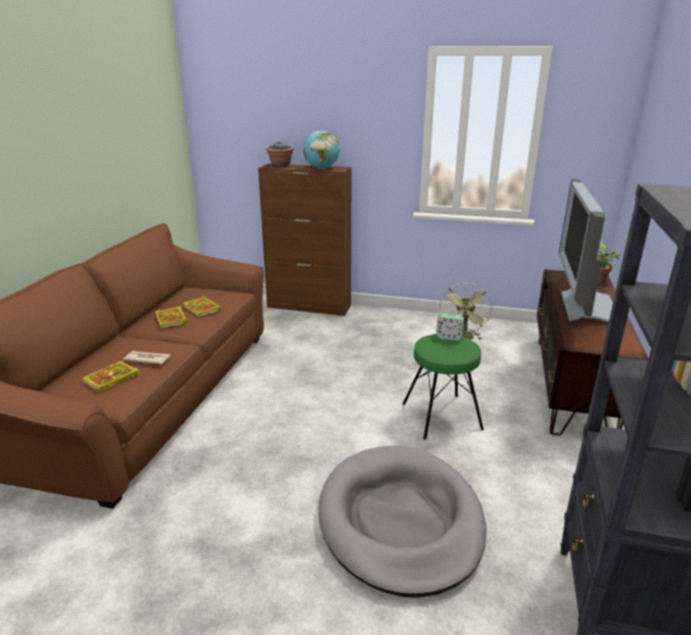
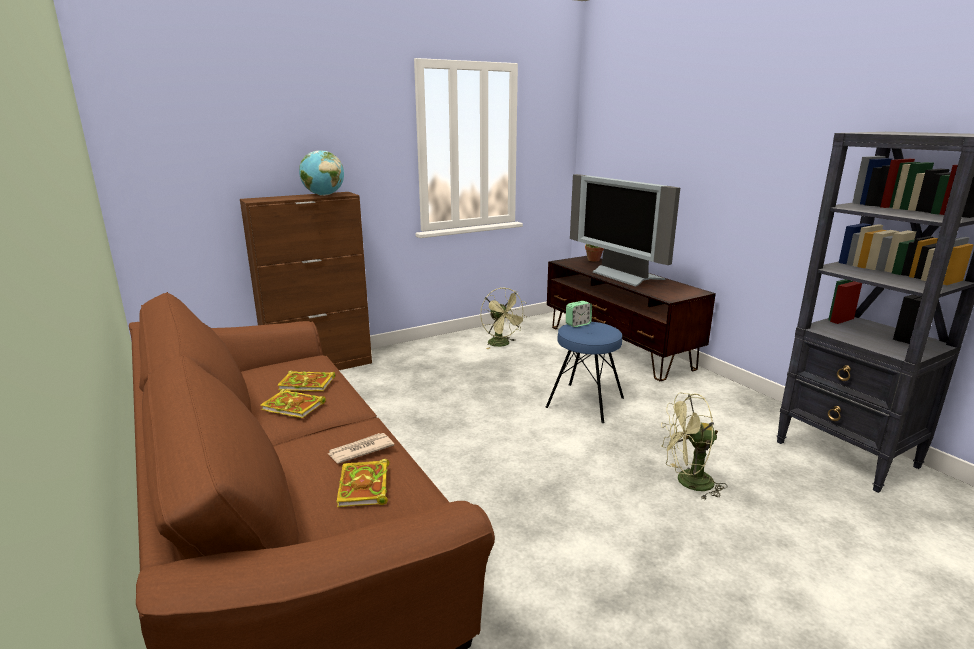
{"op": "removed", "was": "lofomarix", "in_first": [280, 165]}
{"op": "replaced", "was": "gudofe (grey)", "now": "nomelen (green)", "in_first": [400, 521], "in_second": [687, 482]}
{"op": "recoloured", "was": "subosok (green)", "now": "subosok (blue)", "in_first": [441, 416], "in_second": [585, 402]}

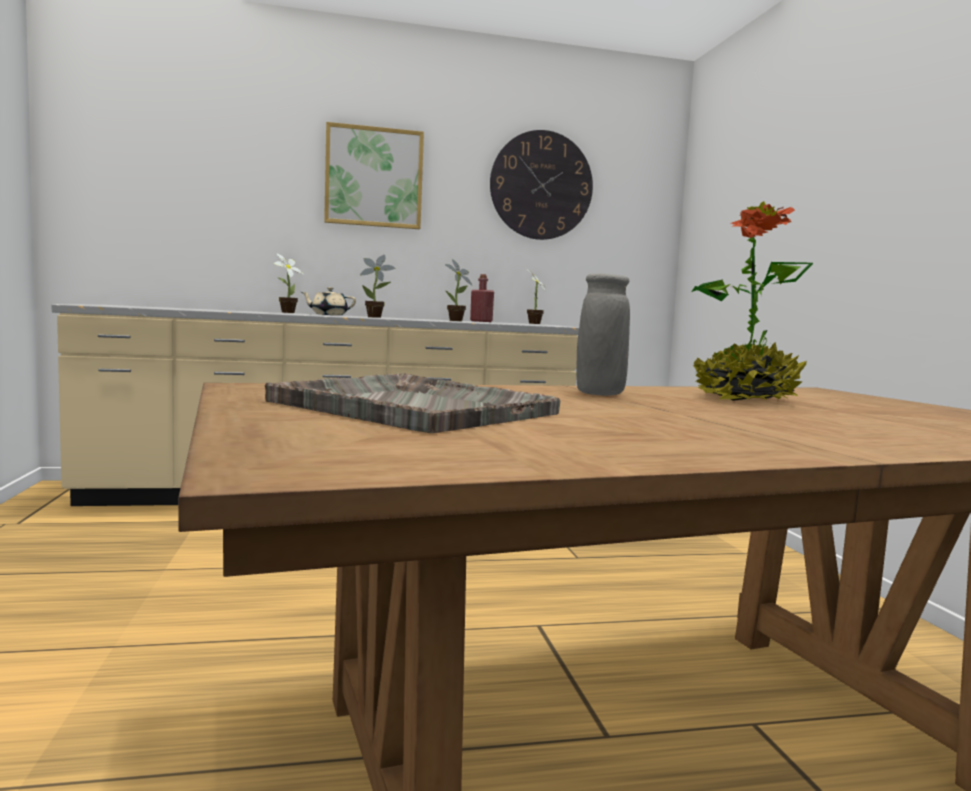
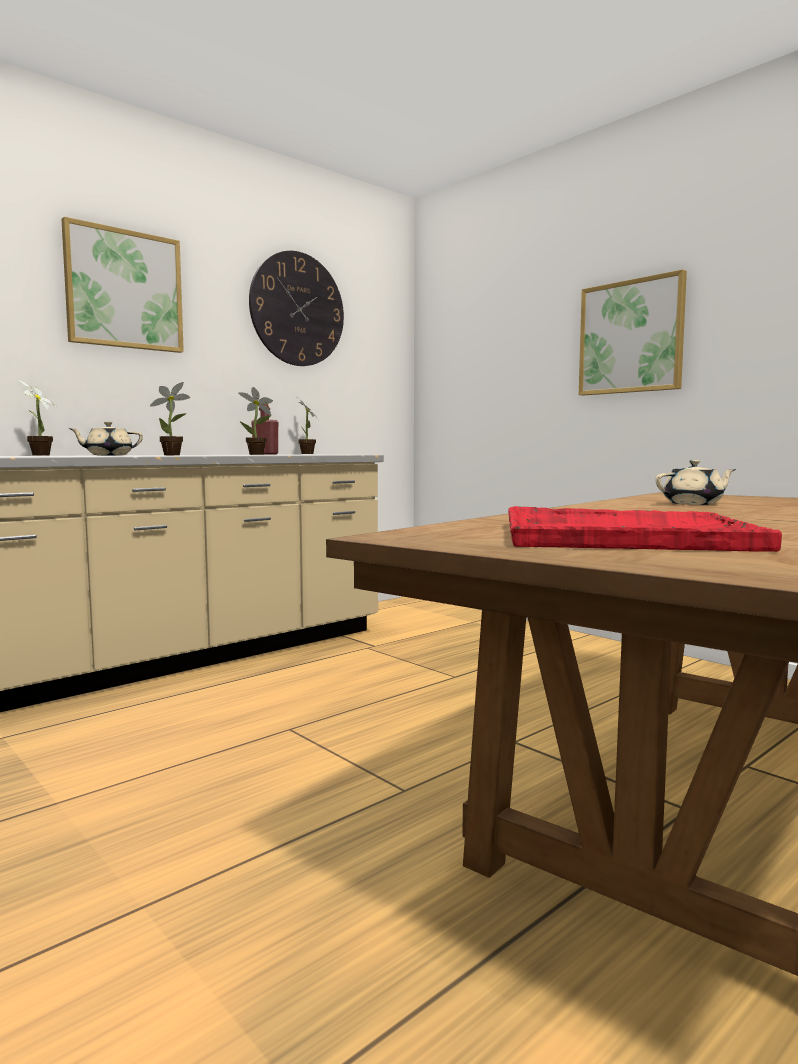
{"op": "recoloured", "was": "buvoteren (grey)", "now": "buvoteren (red)", "in_first": [410, 407], "in_second": [621, 536]}
{"op": "removed", "was": "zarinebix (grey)", "in_first": [600, 394]}
{"op": "replaced", "was": "lofomarix", "now": "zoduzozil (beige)", "in_first": [744, 398], "in_second": [694, 504]}
{"op": "added", "now": "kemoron", "in_second": [631, 337]}

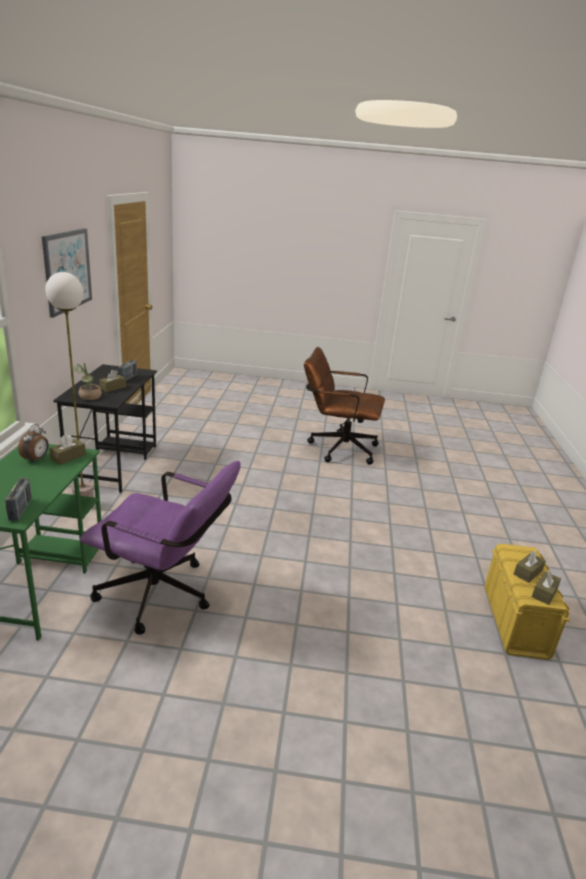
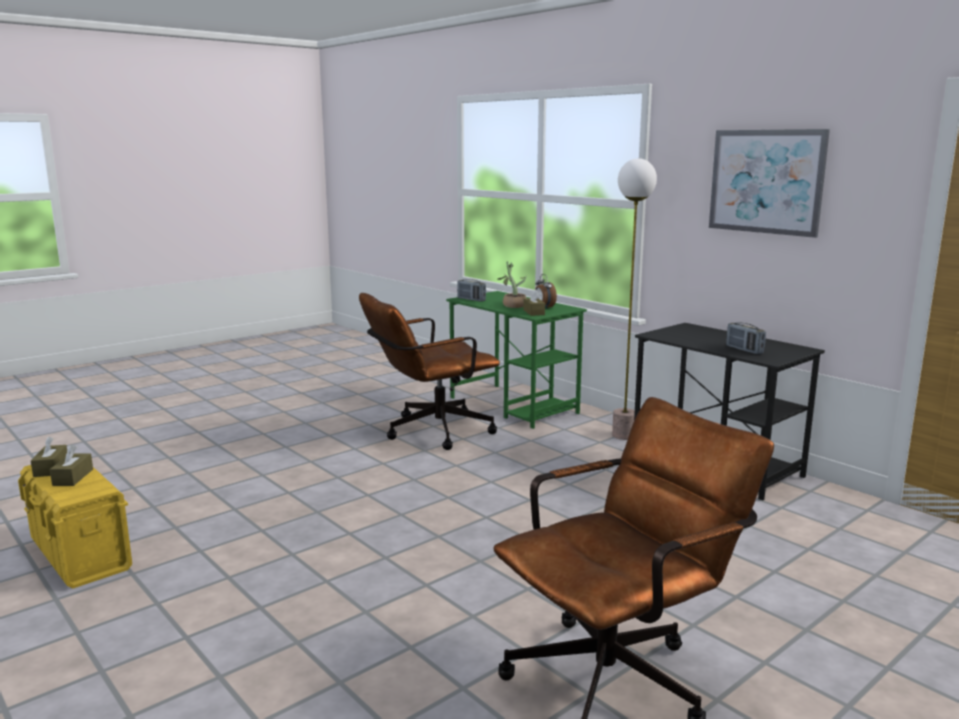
{"op": "moved", "was": "lofomarix", "in_first": [89, 397], "in_second": [512, 305]}
{"op": "recoloured", "was": "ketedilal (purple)", "now": "ketedilal (brown)", "in_first": [164, 596], "in_second": [430, 432]}
{"op": "removed", "was": "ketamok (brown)", "in_first": [113, 388]}

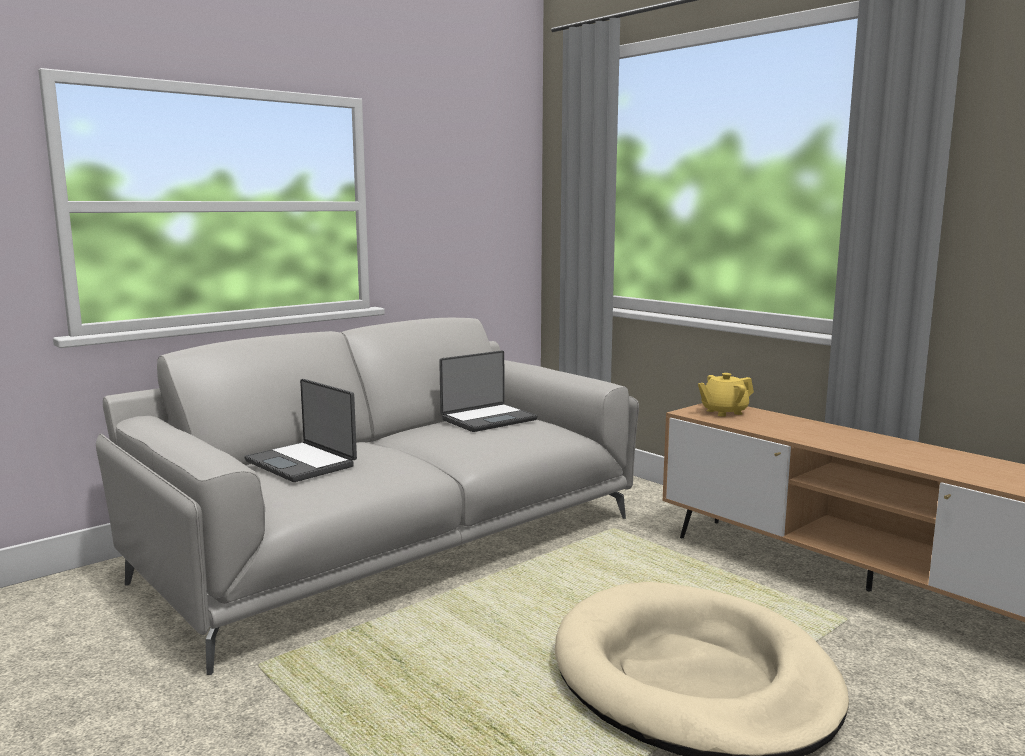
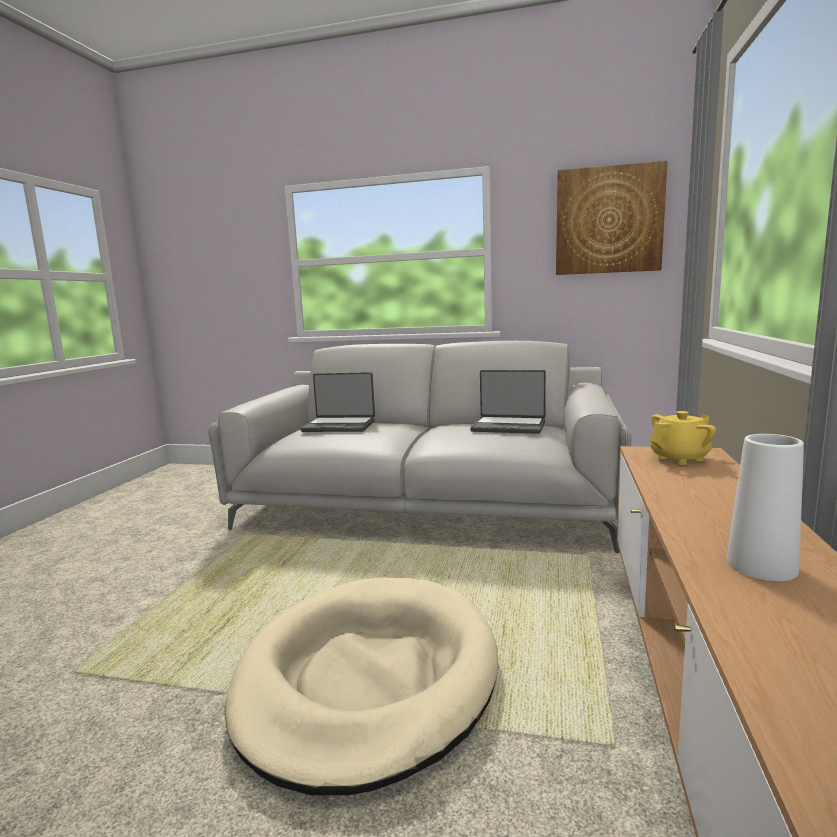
{"op": "turned", "was": "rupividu", "in_first": [302, 463], "in_second": [339, 426], "clockwise": -90}
{"op": "turned", "was": "zoduzozil (yellow)", "in_first": [723, 412], "in_second": [680, 458], "clockwise": 120}
{"op": "added", "now": "kemoron", "in_second": [608, 220]}
{"op": "added", "now": "zarinebix (white)", "in_second": [761, 566]}

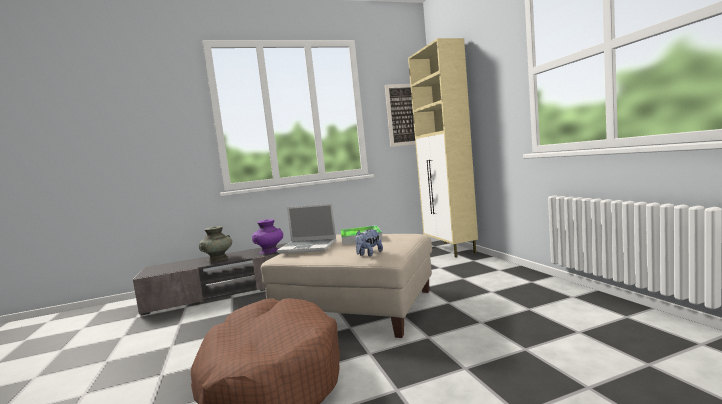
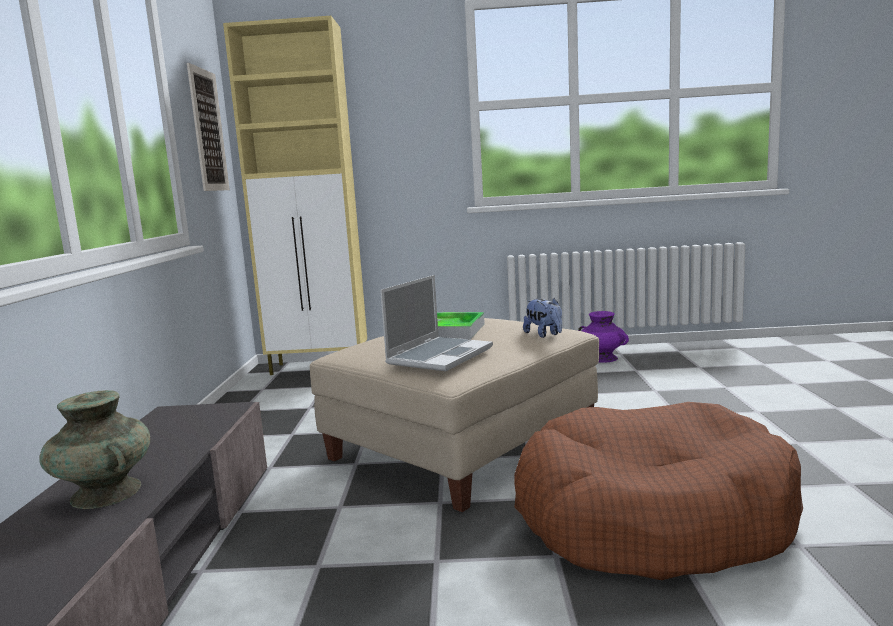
{"op": "moved", "was": "zarinebix (purple)", "in_first": [269, 251], "in_second": [602, 358]}

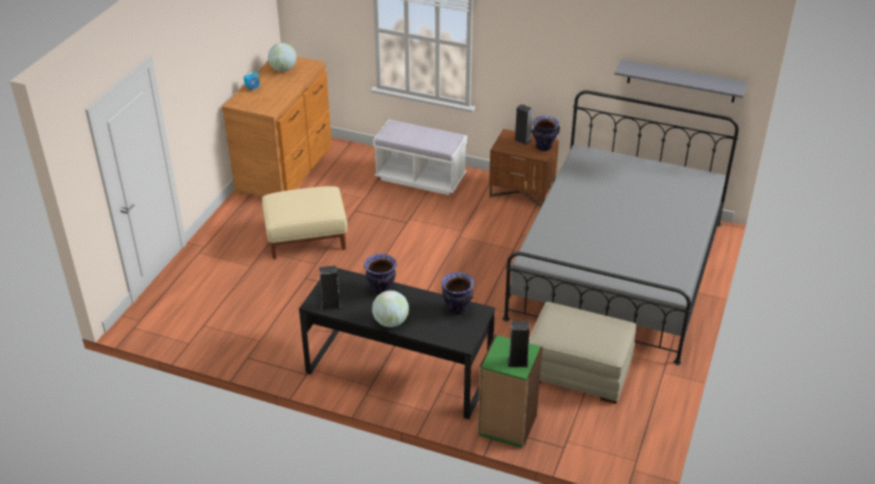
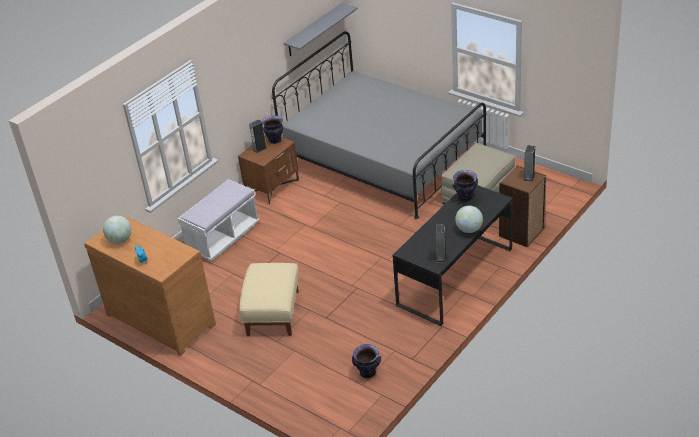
{"op": "moved", "was": "zarinebix", "in_first": [381, 290], "in_second": [367, 373]}
{"op": "recoloured", "was": "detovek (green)", "now": "detovek (brown)", "in_first": [507, 425], "in_second": [522, 233]}

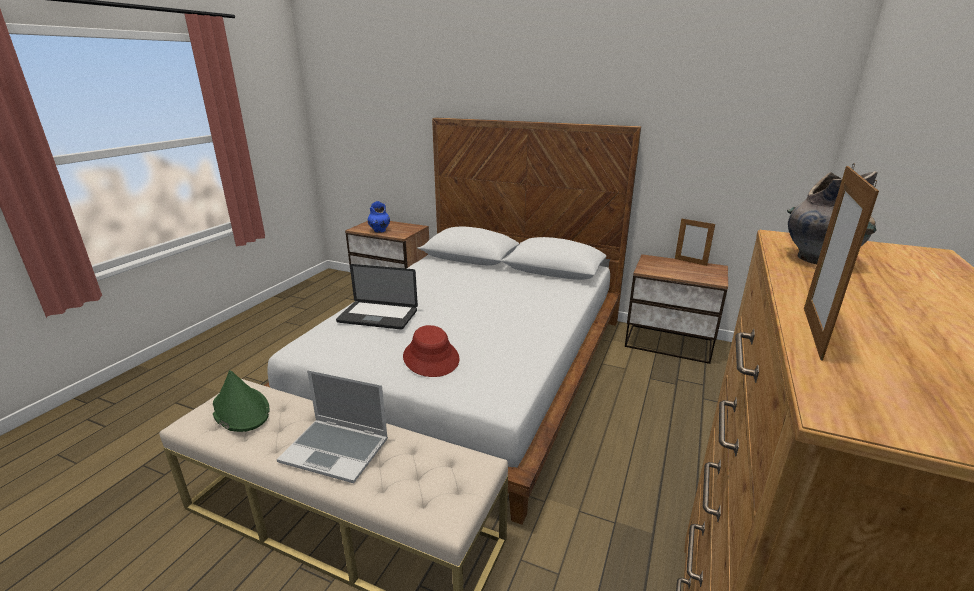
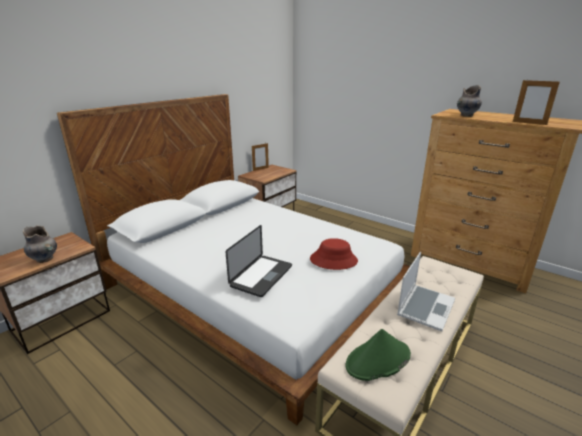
{"op": "recoloured", "was": "zarinebix (blue)", "now": "zarinebix (grey)", "in_first": [379, 231], "in_second": [45, 259]}

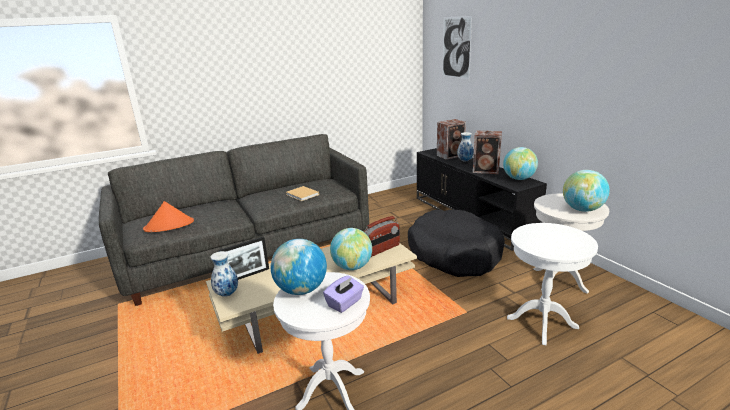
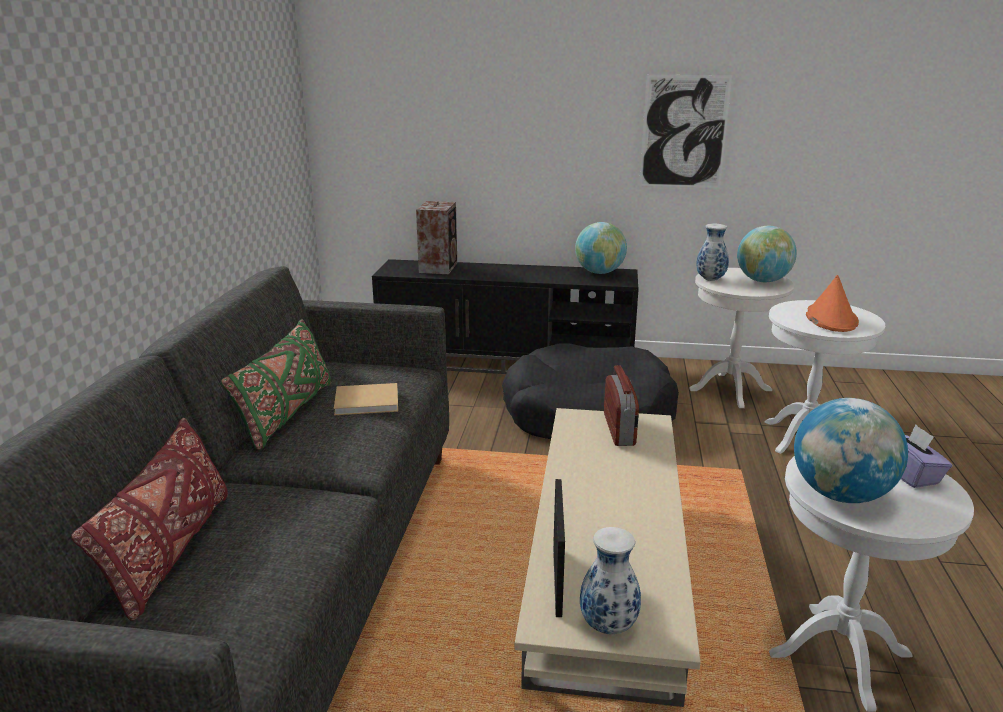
{"op": "moved", "was": "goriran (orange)", "in_first": [169, 225], "in_second": [830, 319]}
{"op": "removed", "was": "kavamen", "in_first": [352, 267]}
{"op": "moved", "was": "kemoron", "in_first": [456, 47], "in_second": [684, 132]}
{"op": "moved", "was": "zarinebix", "in_first": [465, 160], "in_second": [710, 279]}
{"op": "removed", "was": "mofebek", "in_first": [487, 170]}
{"op": "added", "now": "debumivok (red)", "in_second": [170, 552]}
{"op": "added", "now": "debumivok (green)", "in_second": [286, 414]}

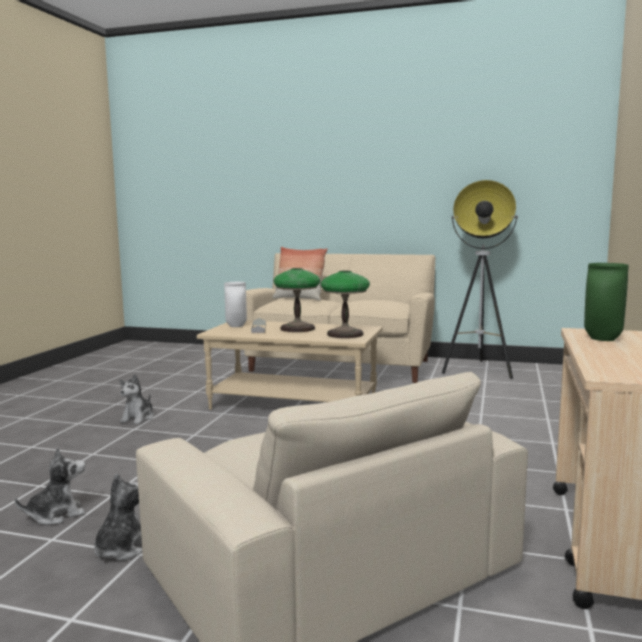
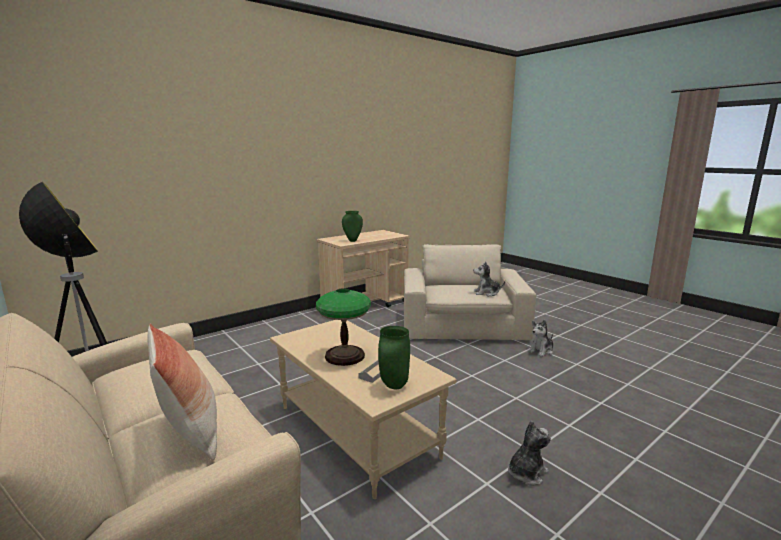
{"op": "moved", "was": "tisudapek", "in_first": [56, 515], "in_second": [487, 293]}
{"op": "recoloured", "was": "zarinebix (white)", "now": "zarinebix (green)", "in_first": [235, 326], "in_second": [395, 386]}
{"op": "removed", "was": "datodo", "in_first": [344, 334]}

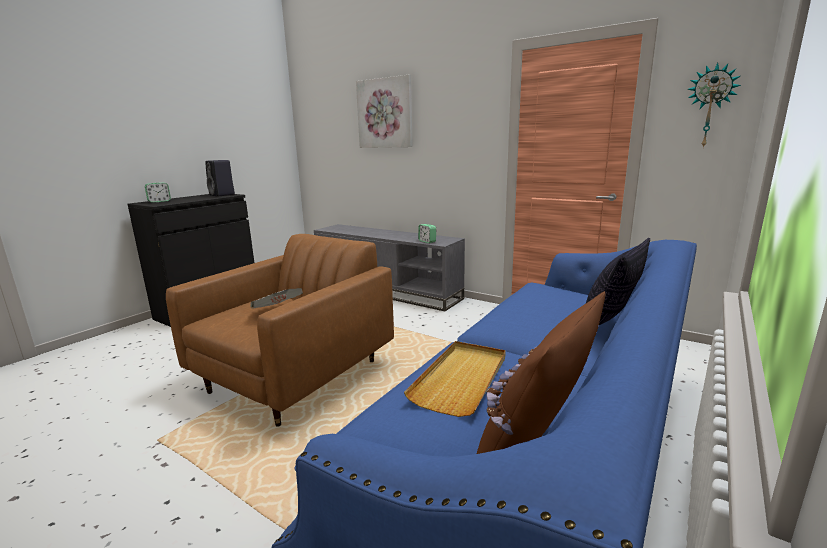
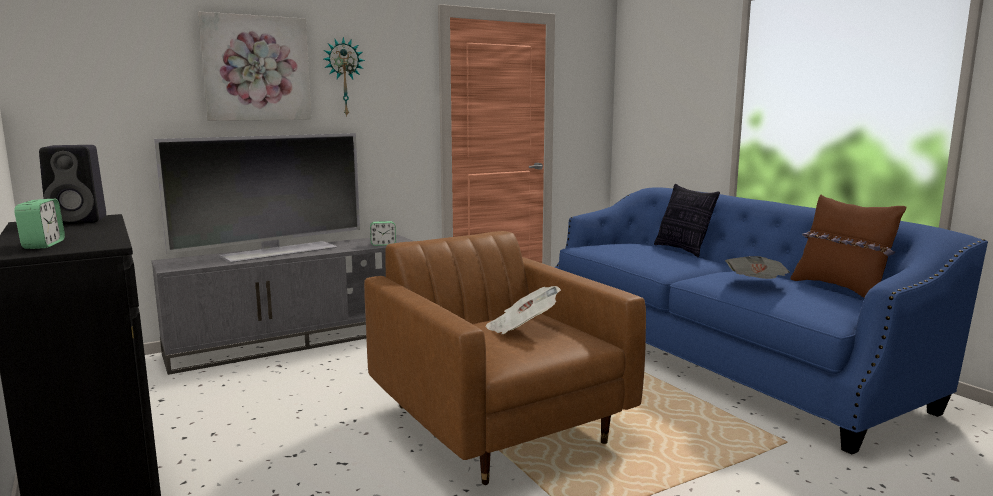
{"op": "replaced", "was": "buvoteren (beige)", "now": "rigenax", "in_first": [461, 379], "in_second": [756, 284]}
{"op": "moved", "was": "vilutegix", "in_first": [710, 106], "in_second": [343, 77]}
{"op": "added", "now": "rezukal", "in_second": [278, 251]}

